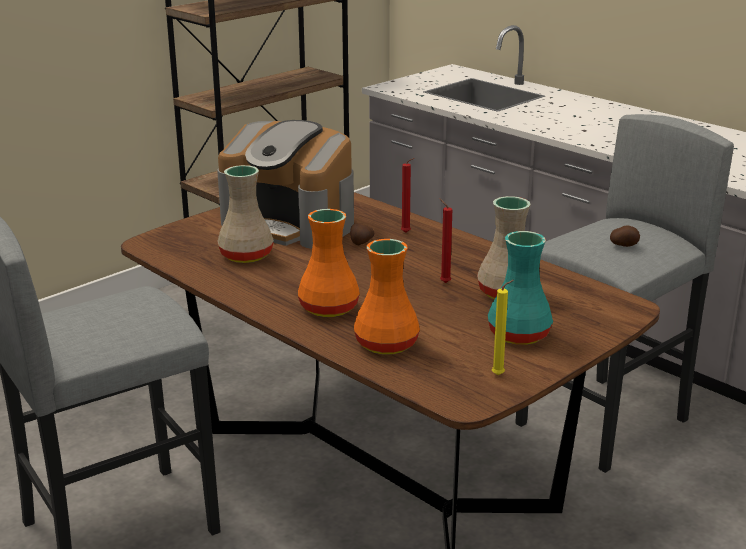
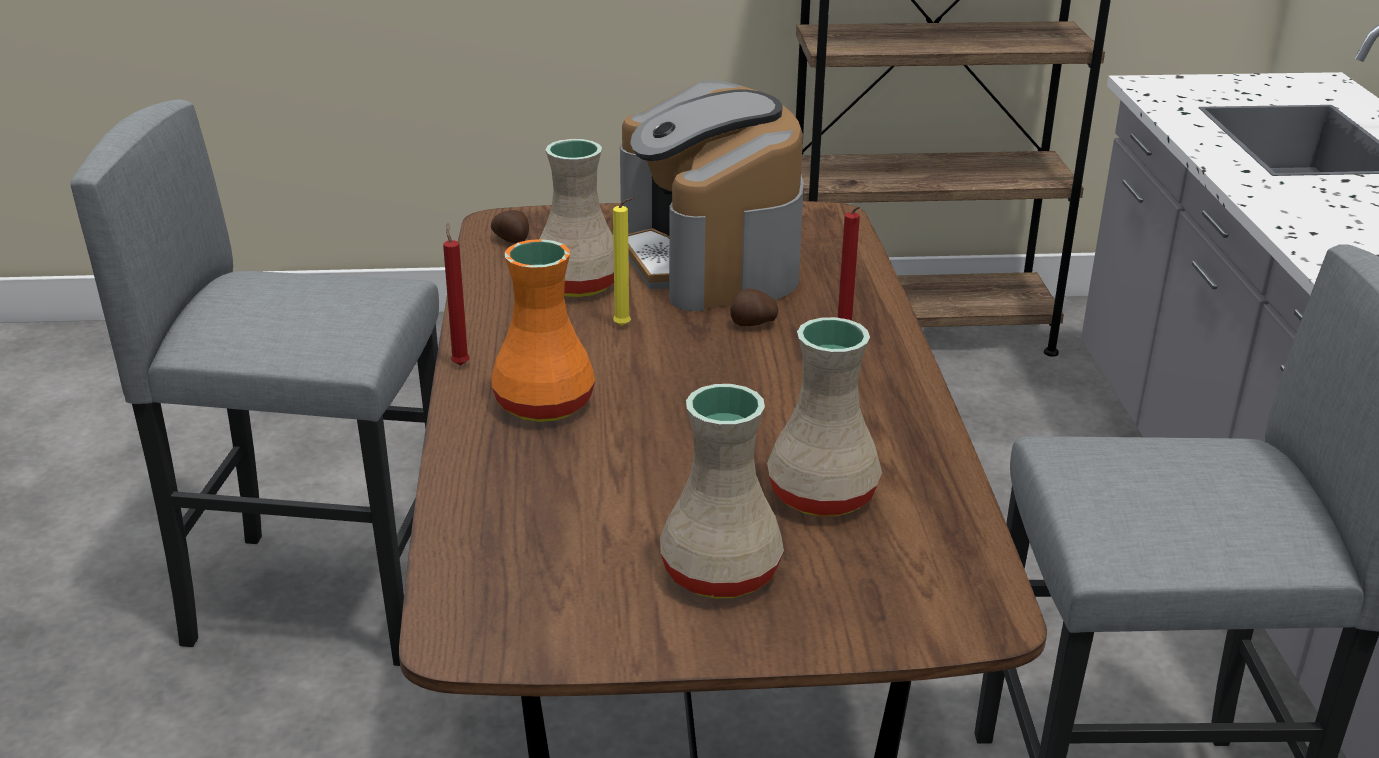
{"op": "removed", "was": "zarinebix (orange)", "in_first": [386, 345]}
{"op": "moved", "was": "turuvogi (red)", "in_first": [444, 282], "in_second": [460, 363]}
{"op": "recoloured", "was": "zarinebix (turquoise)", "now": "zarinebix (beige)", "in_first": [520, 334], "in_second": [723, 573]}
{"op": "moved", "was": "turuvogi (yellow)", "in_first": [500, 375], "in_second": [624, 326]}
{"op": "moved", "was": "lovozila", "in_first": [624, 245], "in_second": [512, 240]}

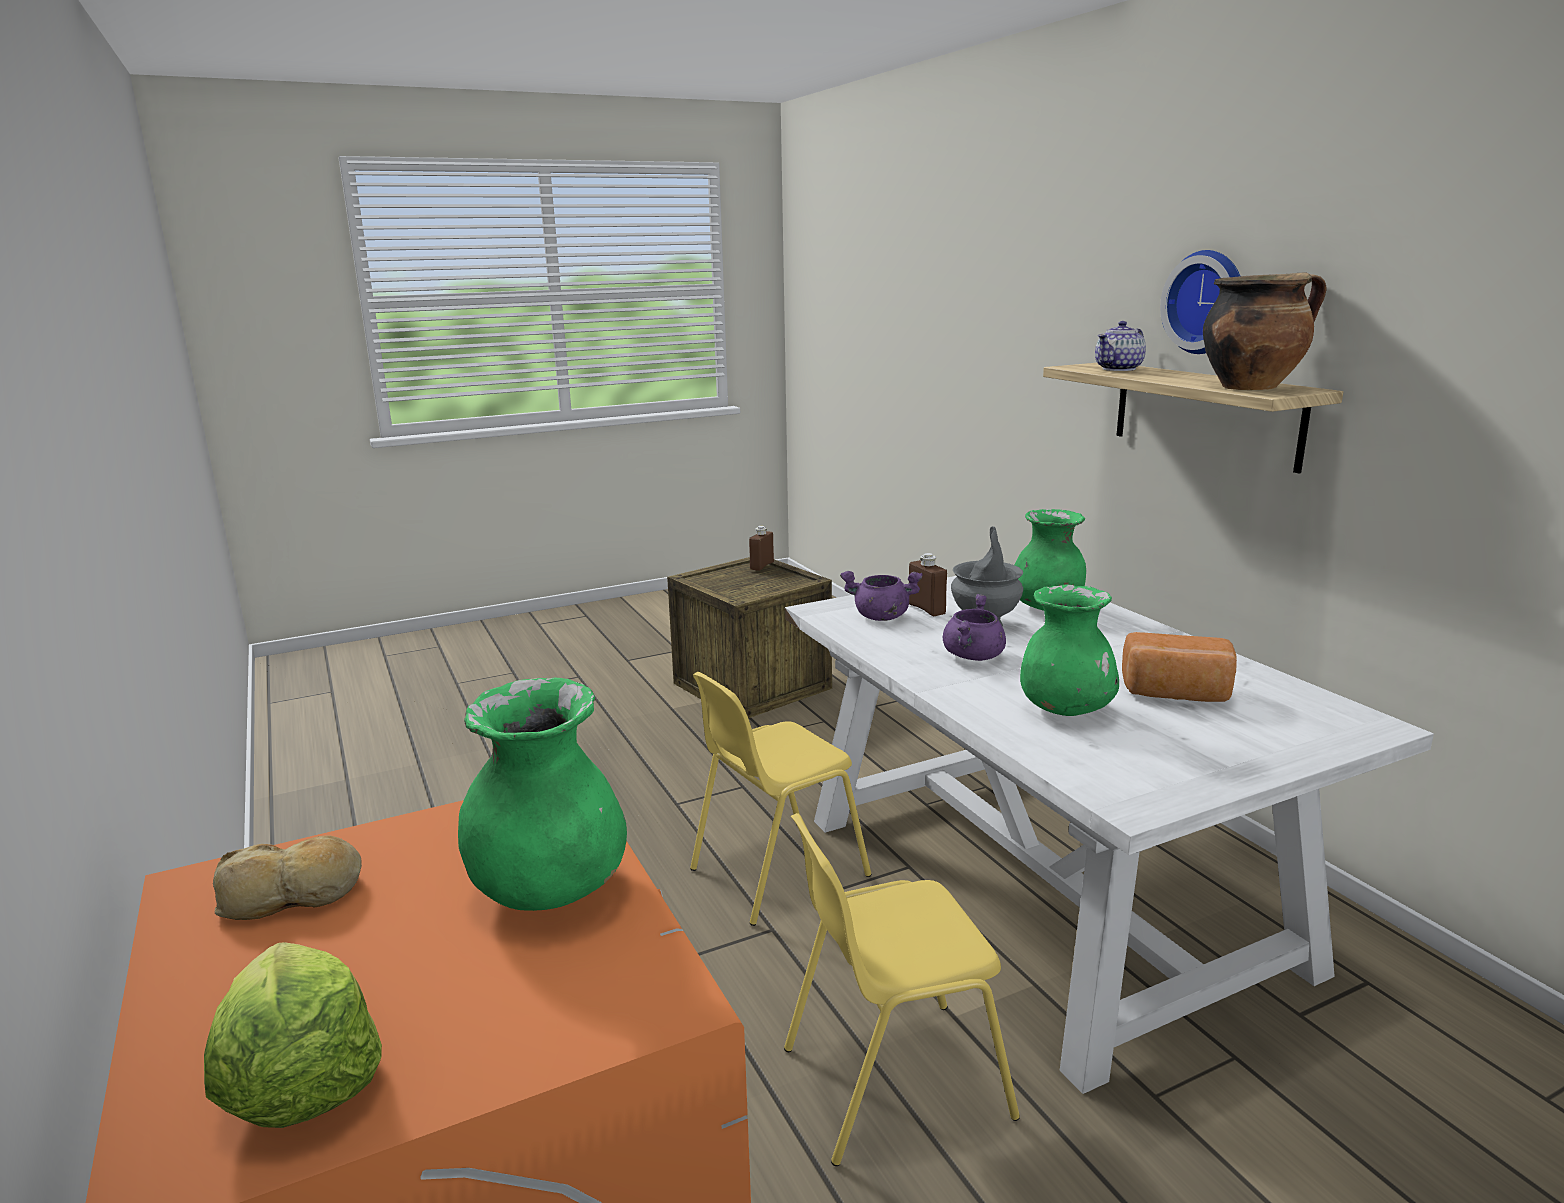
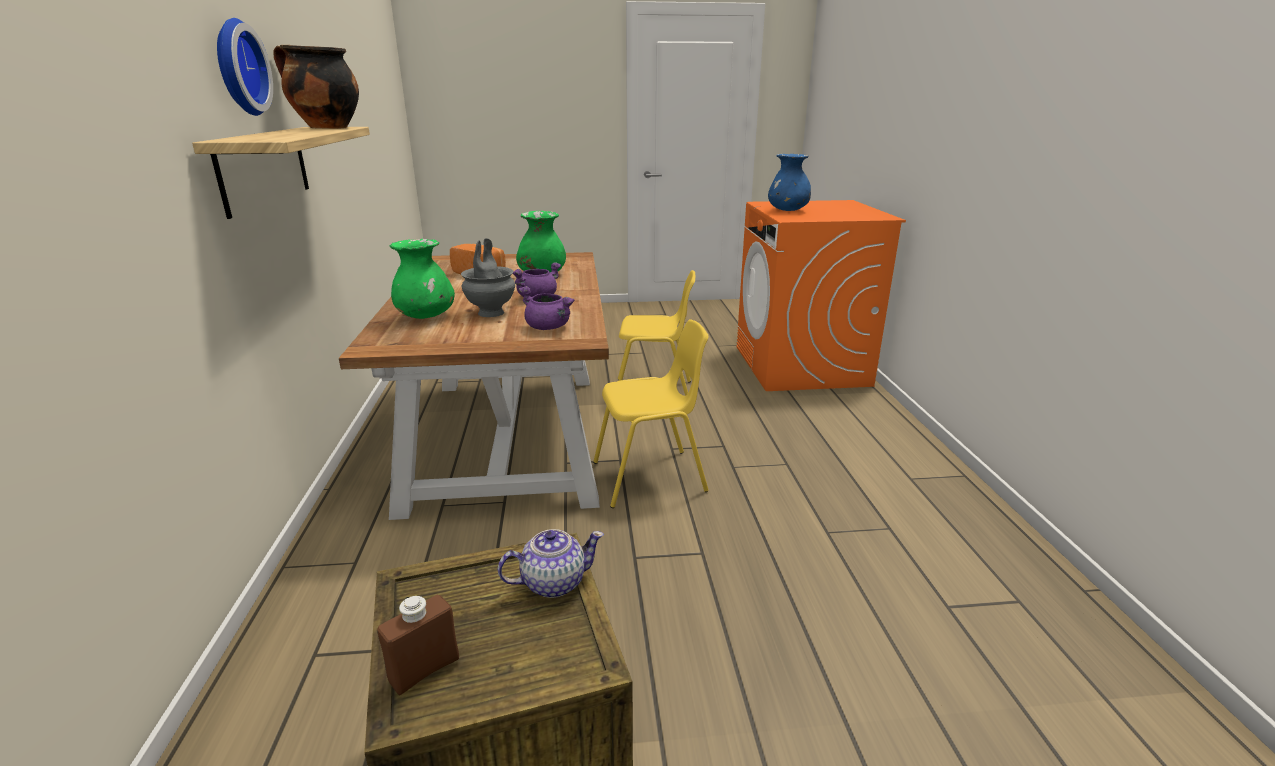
{"op": "removed", "was": "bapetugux", "in_first": [299, 1077]}
{"op": "removed", "was": "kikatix", "in_first": [293, 895]}
{"op": "recoloured", "was": "zarinebix (green)", "now": "zarinebix (blue)", "in_first": [550, 889], "in_second": [787, 211]}
{"op": "recoloured", "was": "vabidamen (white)", "now": "vabidamen (brown)", "in_first": [1043, 890], "in_second": [508, 435]}
{"op": "removed", "was": "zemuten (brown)", "in_first": [926, 609]}
{"op": "moved", "was": "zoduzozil", "in_first": [1119, 369], "in_second": [552, 582]}

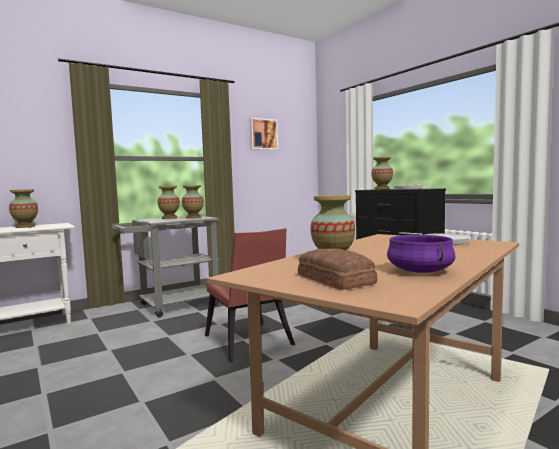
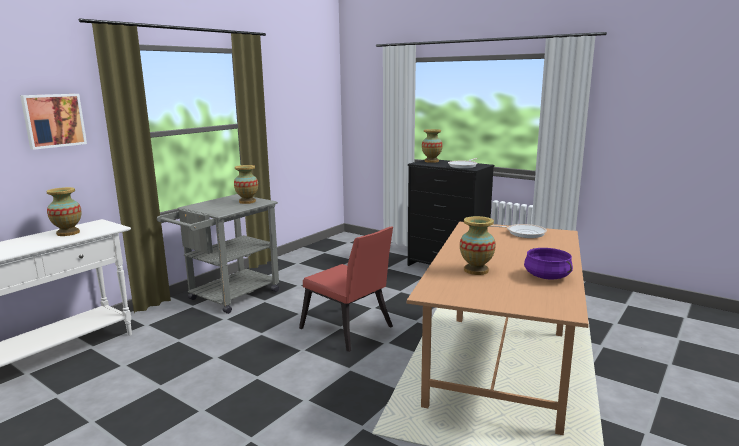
{"op": "removed", "was": "zarinebix", "in_first": [169, 218]}
{"op": "moved", "was": "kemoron", "in_first": [263, 134], "in_second": [53, 120]}
{"op": "removed", "was": "kikatix", "in_first": [334, 280]}

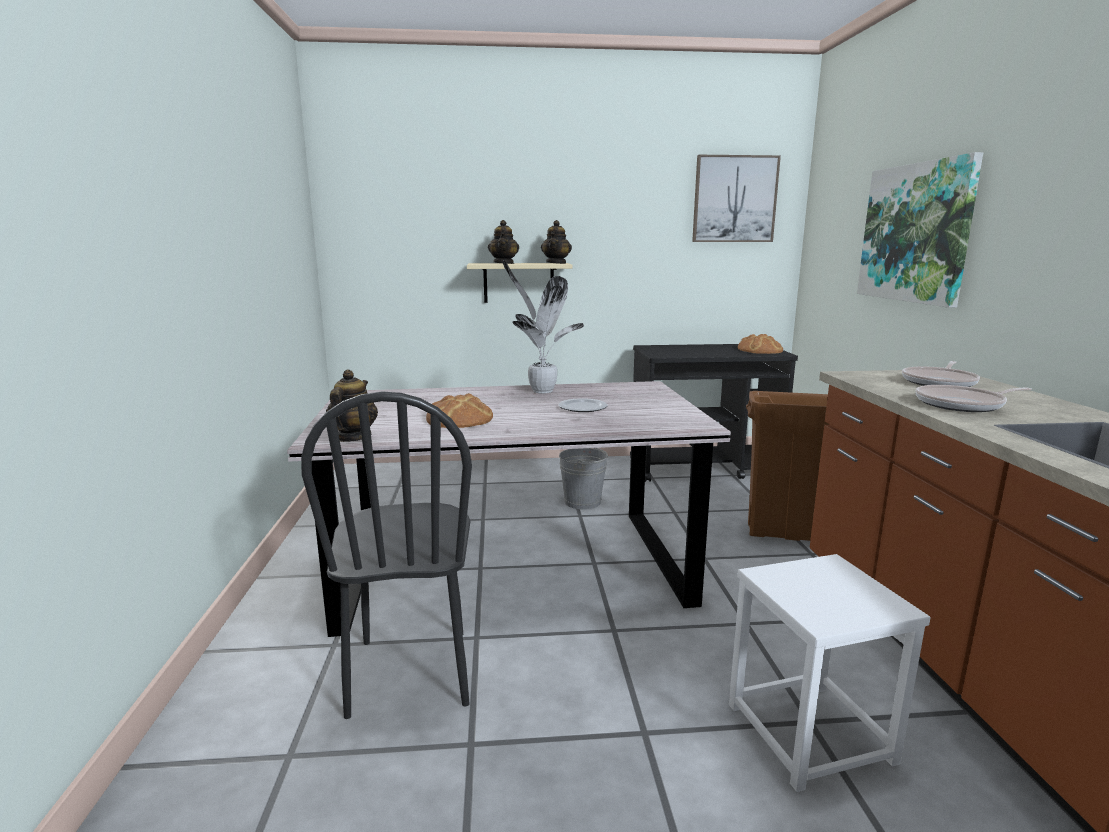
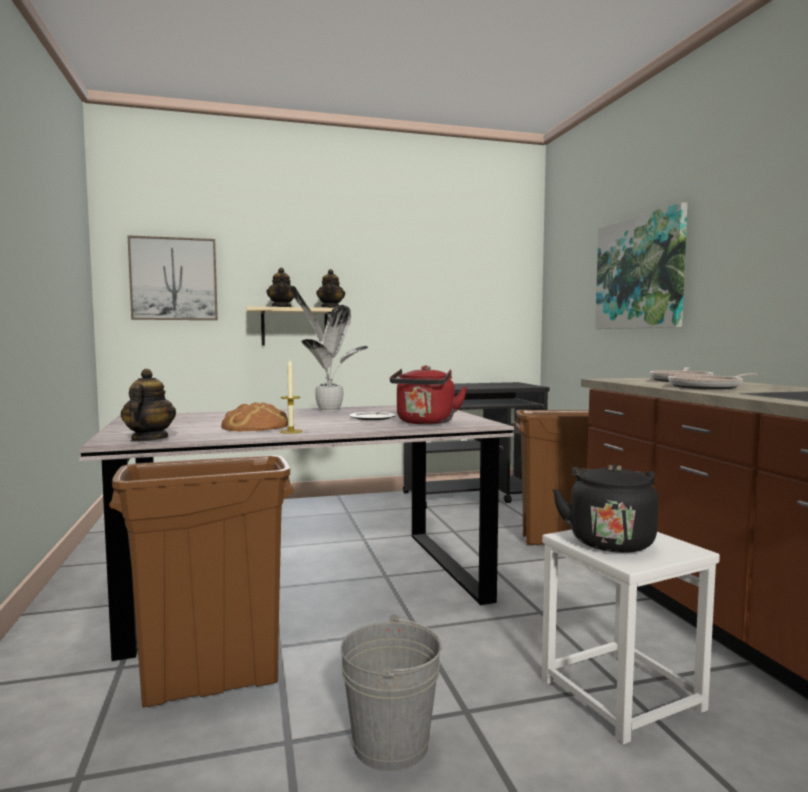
{"op": "replaced", "was": "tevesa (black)", "now": "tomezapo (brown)", "in_first": [411, 672], "in_second": [211, 684]}
{"op": "moved", "was": "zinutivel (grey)", "in_first": [582, 502], "in_second": [391, 744]}
{"op": "moved", "was": "kemoron", "in_first": [734, 199], "in_second": [174, 279]}
{"op": "removed", "was": "kikatix", "in_first": [760, 350]}
{"op": "added", "now": "turuvogi", "in_second": [291, 431]}
{"op": "added", "now": "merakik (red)", "in_second": [425, 423]}
{"op": "added", "now": "merakik (black)", "in_second": [610, 541]}

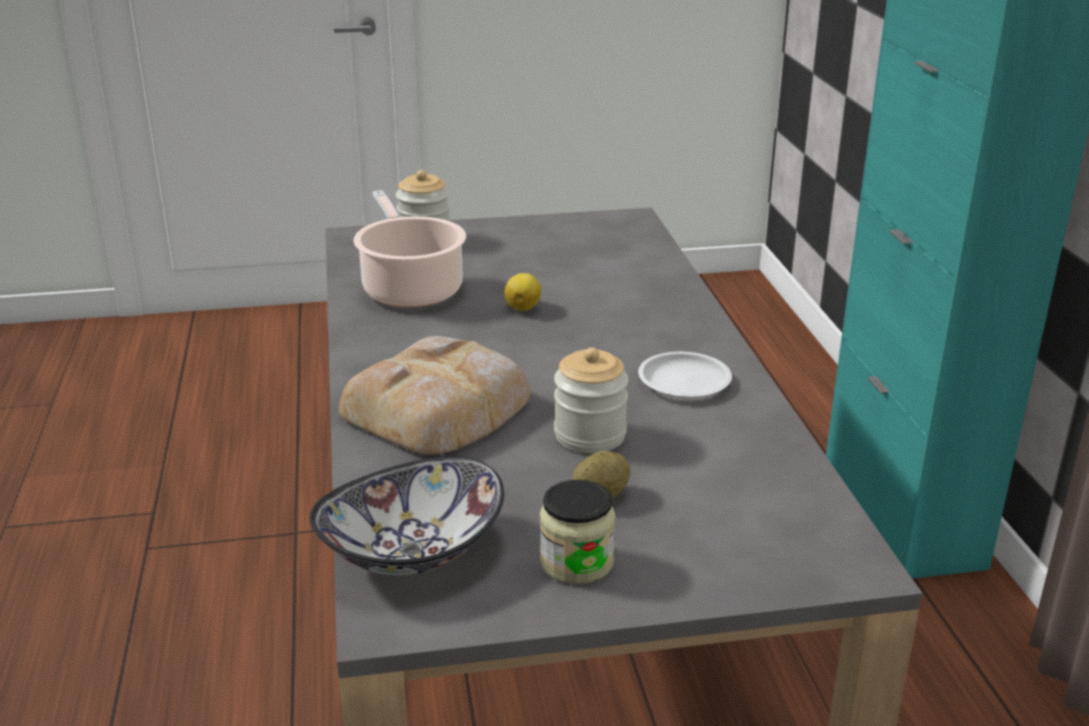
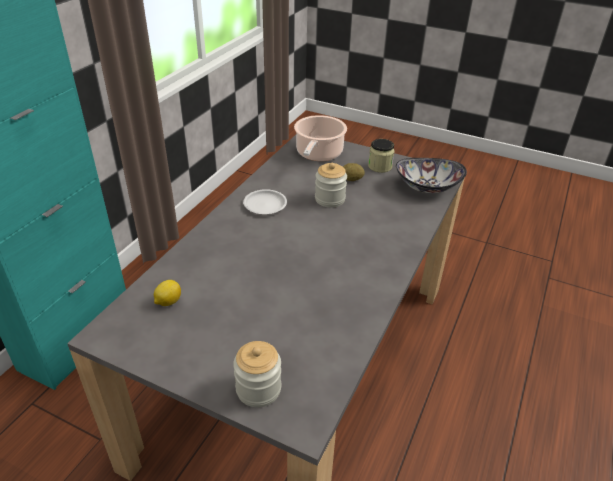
{"op": "removed", "was": "kikatix", "in_first": [440, 408]}
{"op": "moved", "was": "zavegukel", "in_first": [410, 288], "in_second": [318, 154]}
{"op": "moved", "was": "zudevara", "in_first": [523, 307], "in_second": [168, 302]}

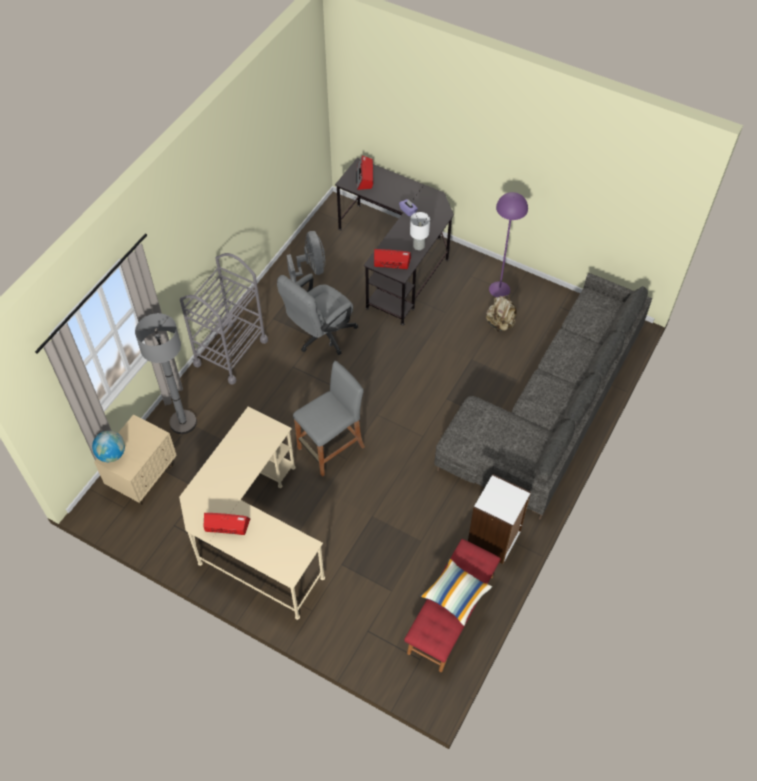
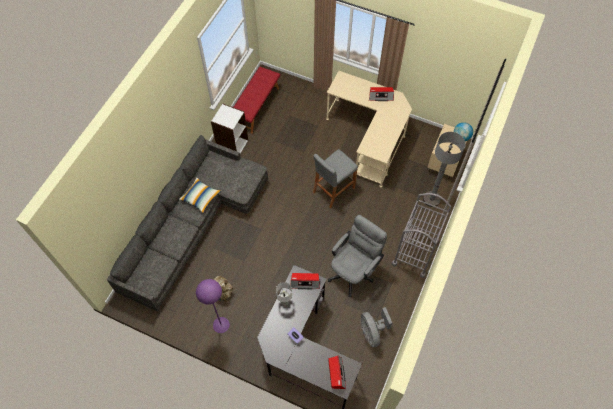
{"op": "moved", "was": "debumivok", "in_first": [455, 595], "in_second": [201, 197]}

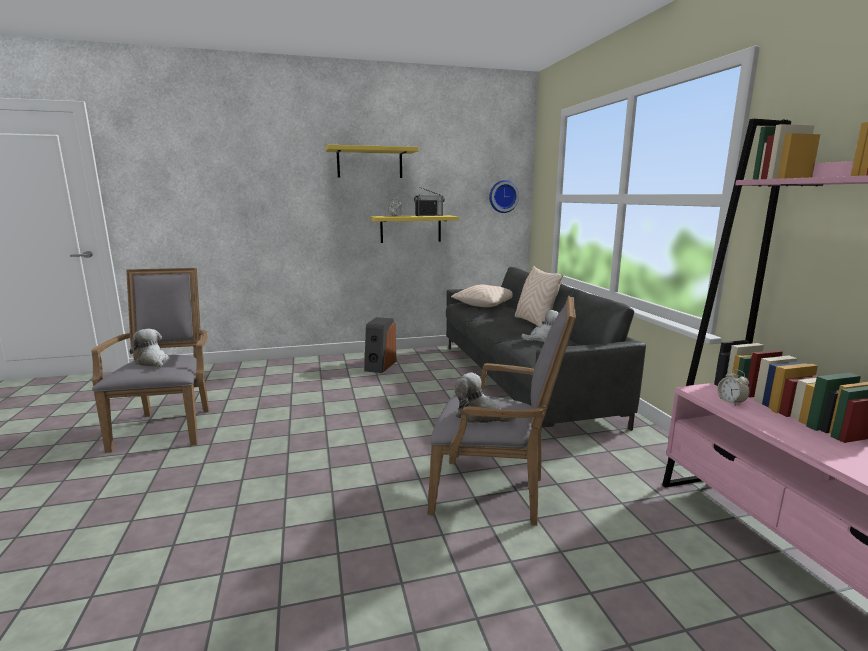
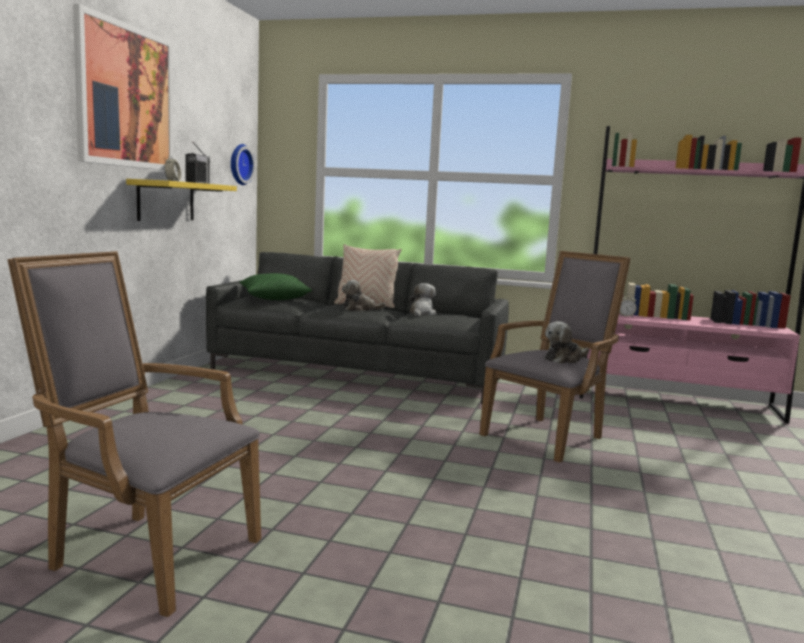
{"op": "moved", "was": "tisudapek", "in_first": [152, 362], "in_second": [360, 309]}
{"op": "replaced", "was": "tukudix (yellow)", "now": "kemoron", "in_first": [370, 163], "in_second": [126, 96]}
{"op": "removed", "was": "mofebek", "in_first": [380, 366]}
{"op": "recoloured", "was": "debumivok (beige)", "now": "debumivok (green)", "in_first": [484, 304], "in_second": [273, 298]}

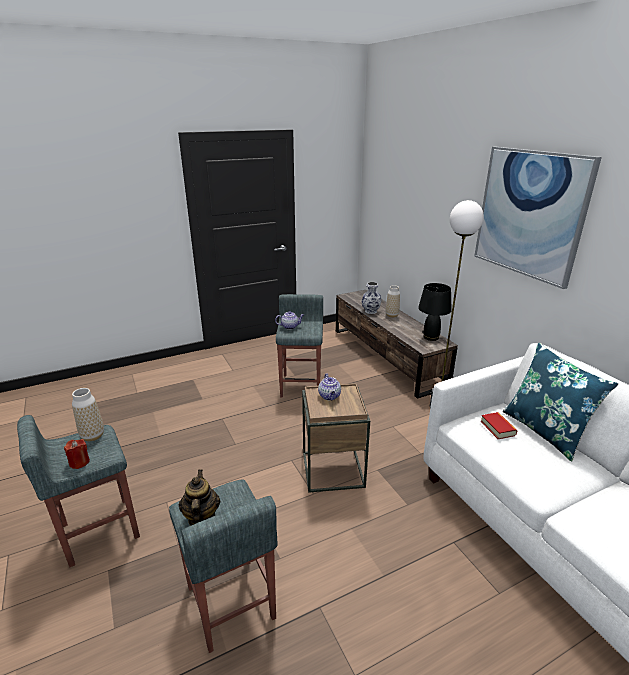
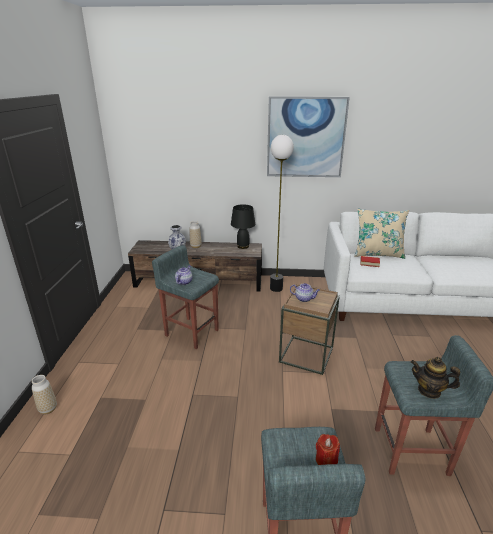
{"op": "moved", "was": "zarinebix", "in_first": [93, 436], "in_second": [48, 409]}
{"op": "recoloured", "was": "debumivok (blue)", "now": "debumivok (beige)", "in_first": [545, 431], "in_second": [377, 254]}

